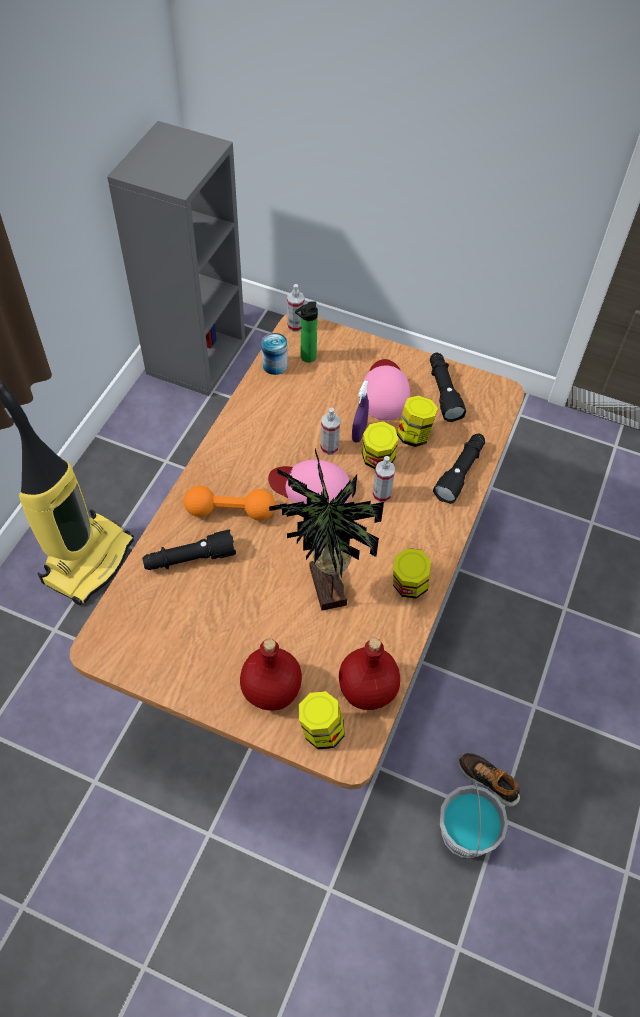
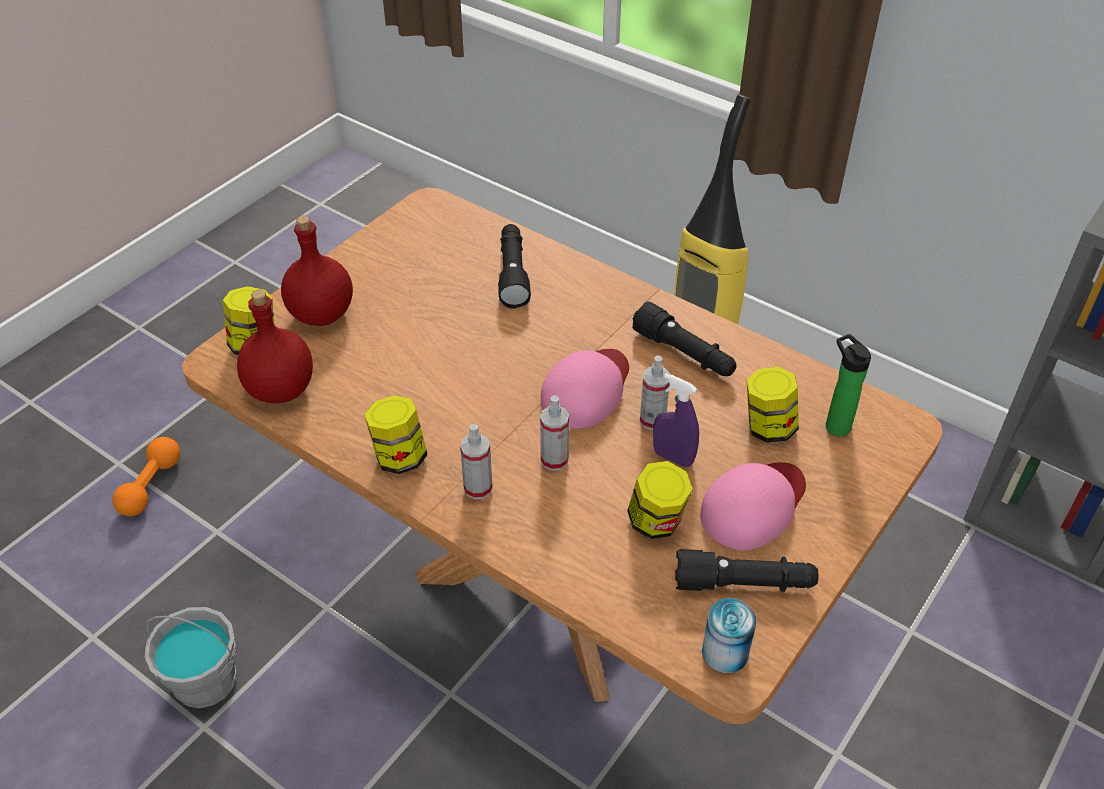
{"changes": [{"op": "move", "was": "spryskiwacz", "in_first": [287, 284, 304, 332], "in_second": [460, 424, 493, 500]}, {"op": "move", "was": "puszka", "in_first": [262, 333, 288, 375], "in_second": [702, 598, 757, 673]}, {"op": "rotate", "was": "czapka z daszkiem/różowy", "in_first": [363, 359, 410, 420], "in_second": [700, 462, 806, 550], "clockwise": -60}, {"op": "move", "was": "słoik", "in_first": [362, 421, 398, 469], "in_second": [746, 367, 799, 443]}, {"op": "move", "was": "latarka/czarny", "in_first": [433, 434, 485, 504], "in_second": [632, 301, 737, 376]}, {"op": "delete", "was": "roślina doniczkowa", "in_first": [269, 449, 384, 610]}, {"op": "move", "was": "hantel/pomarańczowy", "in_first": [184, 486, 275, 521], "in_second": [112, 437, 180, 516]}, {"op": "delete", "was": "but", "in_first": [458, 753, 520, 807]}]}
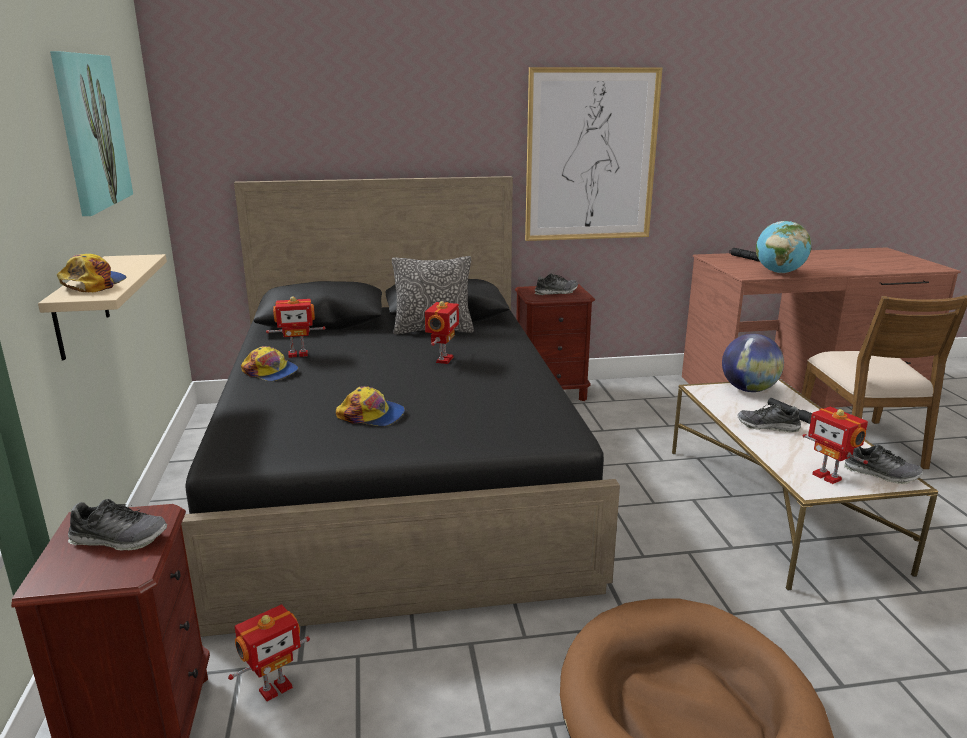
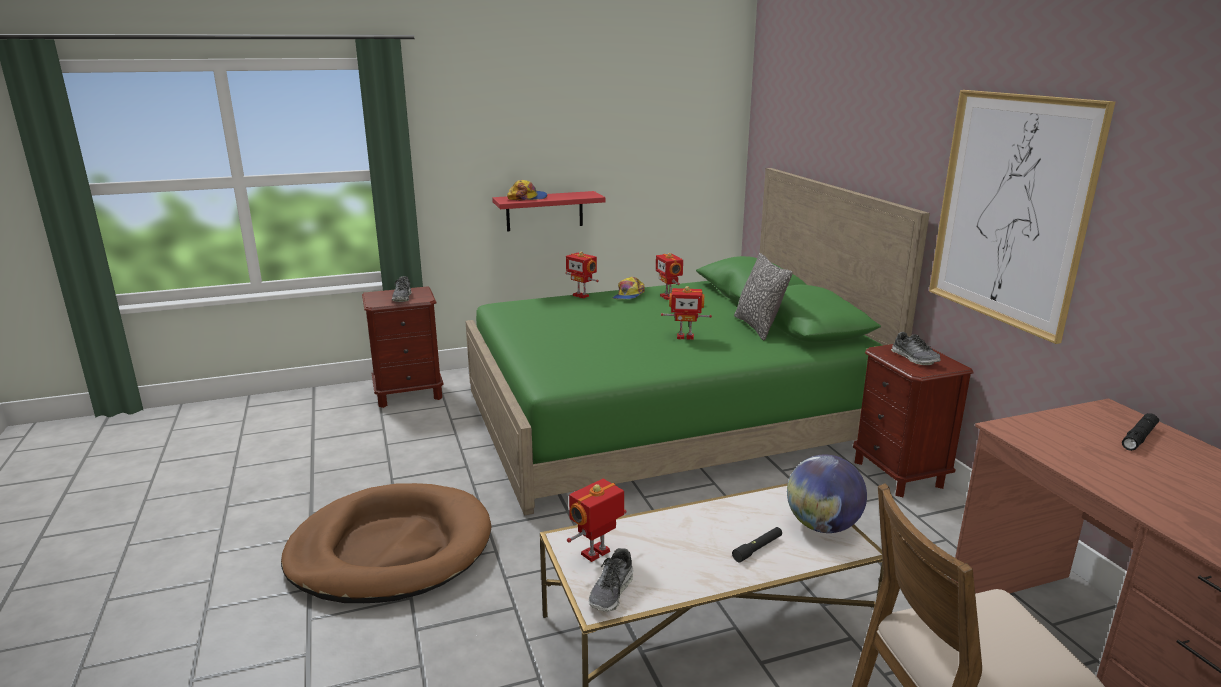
{"changes": [{"op": "delete", "was": "obraz", "in_first": [50, 51, 133, 216]}, {"op": "recolor", "was": "łóżko/czarny", "now": "łóżko/zielony", "in_first": [181, 176, 620, 637], "in_second": [465, 168, 930, 515]}, {"op": "delete", "was": "globus", "in_first": [756, 221, 812, 273]}, {"op": "recolor", "was": "półka/beżowy", "now": "półka/czerwony", "in_first": [38, 254, 167, 360], "in_second": [492, 191, 606, 232]}, {"op": "delete", "was": "czapka z daszkiem", "in_first": [336, 386, 405, 426]}, {"op": "delete", "was": "but", "in_first": [738, 404, 801, 432]}, {"op": "move", "was": "robot zabawkowy", "in_first": [228, 604, 310, 701], "in_second": [565, 251, 599, 298]}]}
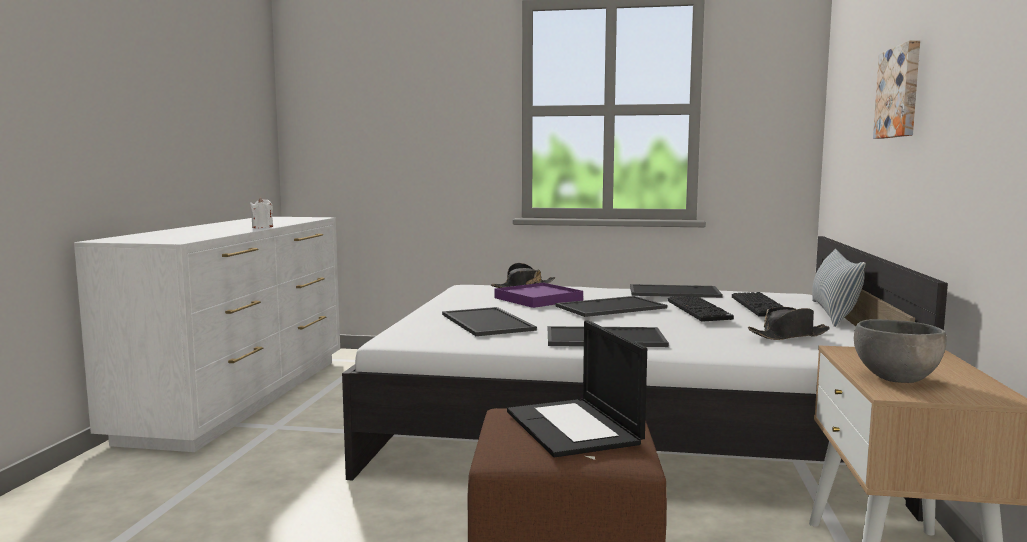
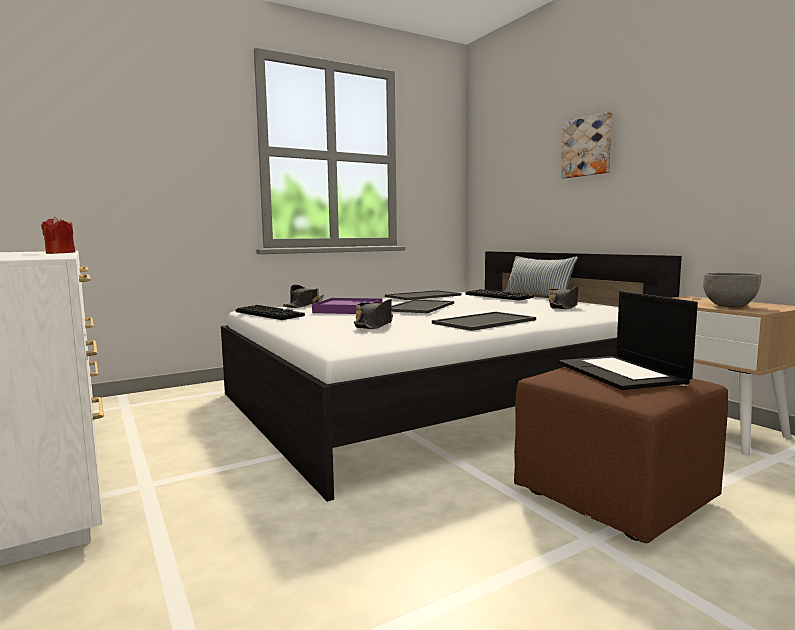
{"changes": [{"op": "recolor", "was": "świeca/biały", "now": "świeca/czerwony", "in_first": [250, 198, 273, 228], "in_second": [41, 216, 75, 254]}, {"op": "move", "was": "klawiatura", "in_first": [668, 295, 734, 322], "in_second": [236, 305, 305, 320]}, {"op": "replace", "was": "taca", "now": "kapelusz/czarny", "in_first": [442, 307, 537, 336], "in_second": [354, 299, 393, 329]}, {"op": "rotate", "was": "laptop", "in_first": [507, 320, 647, 457], "in_second": [558, 291, 698, 390], "clockwise": 45}]}
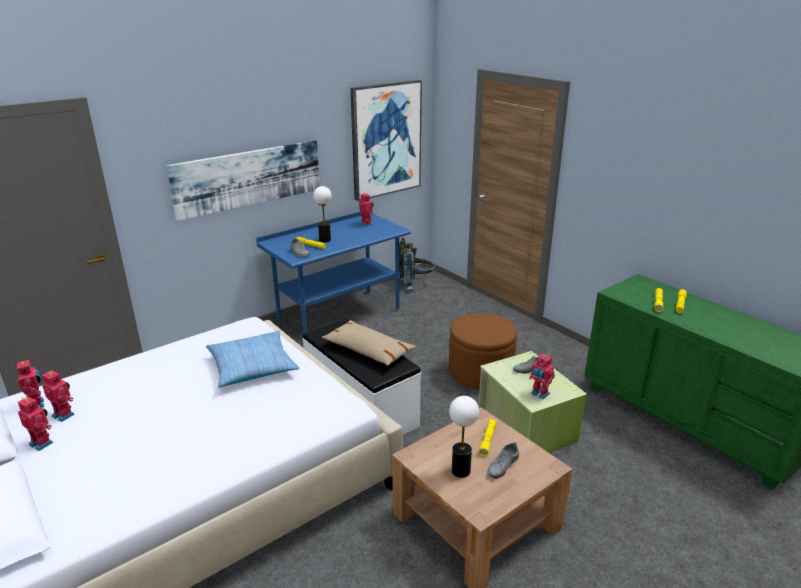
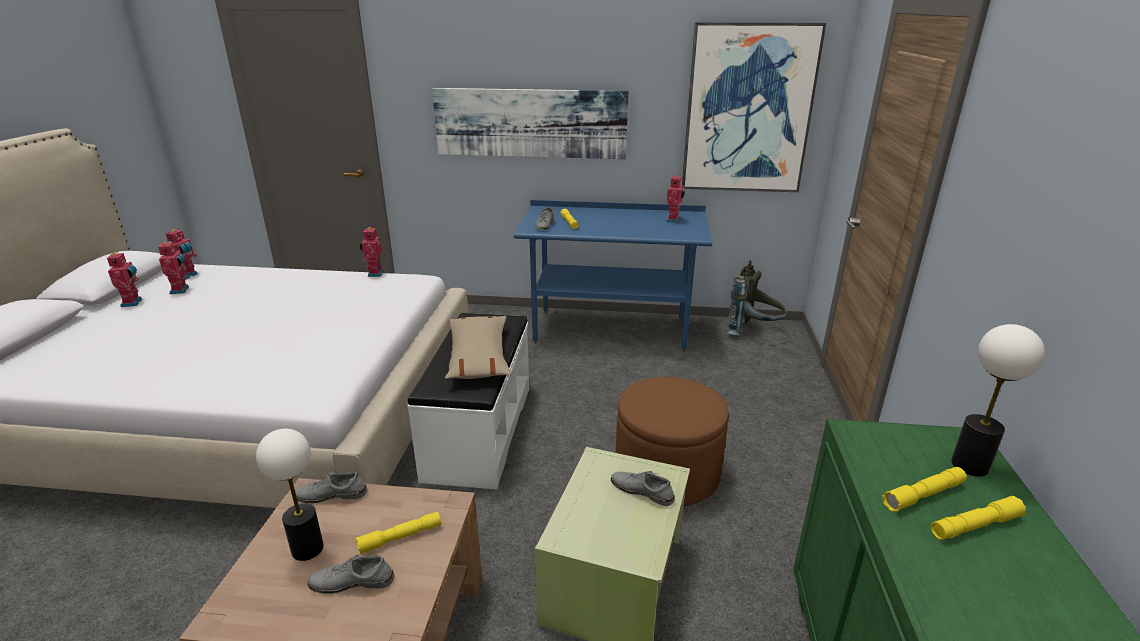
{"changes": [{"op": "move", "was": "lampa stołowa", "in_first": [313, 186, 332, 242], "in_second": [951, 324, 1045, 477]}, {"op": "delete", "was": "poduszka", "in_first": [206, 331, 300, 388]}, {"op": "move", "was": "robot zabawkowy", "in_first": [529, 354, 555, 399], "in_second": [360, 226, 384, 277]}, {"op": "insert", "now": "but/szary", "in_second": [295, 471, 367, 504]}]}
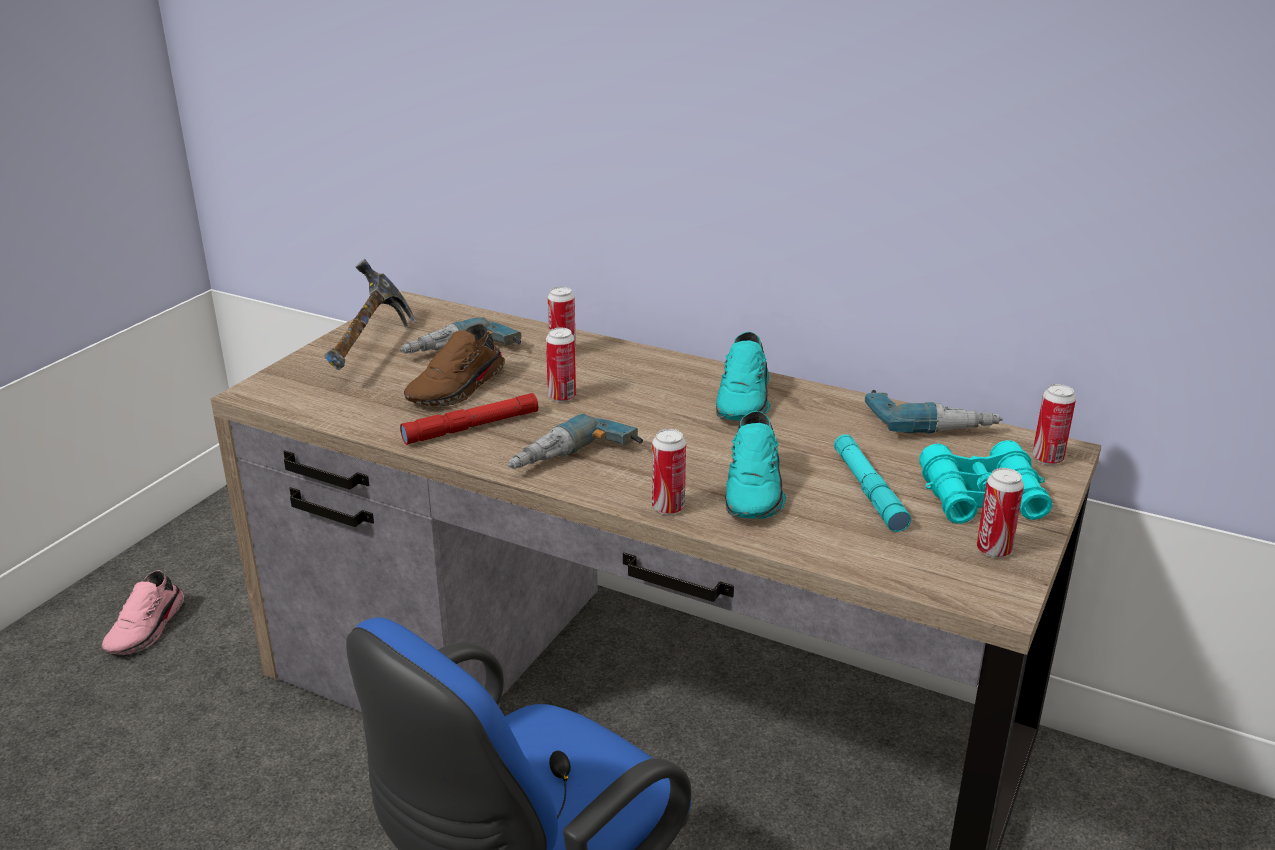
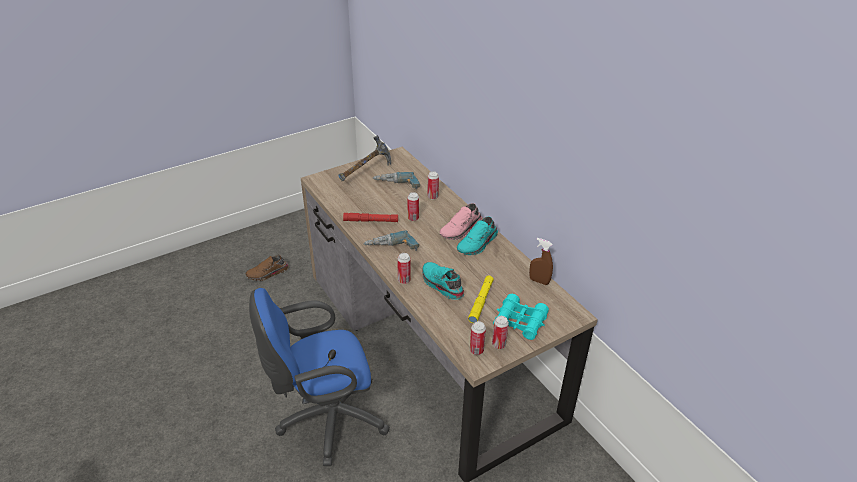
{"changes": [{"op": "move", "was": "but/brązowy", "in_first": [404, 324, 505, 406], "in_second": [245, 255, 289, 281]}, {"op": "move", "was": "puszka", "in_first": [1032, 384, 1076, 465], "in_second": [470, 321, 486, 355]}, {"op": "replace", "was": "wiertarka", "now": "spryskiwacz/brązowy", "in_first": [865, 390, 1003, 433], "in_second": [529, 238, 553, 285]}, {"op": "rotate", "was": "but/turkusowy", "in_first": [725, 411, 786, 519], "in_second": [422, 262, 464, 300], "clockwise": 105}, {"op": "recolor", "was": "latarka/turkusowy", "now": "latarka/żółty", "in_first": [834, 434, 911, 532], "in_second": [468, 275, 494, 323]}, {"op": "move", "was": "but/różowy", "in_first": [102, 570, 184, 654], "in_second": [440, 203, 482, 240]}]}
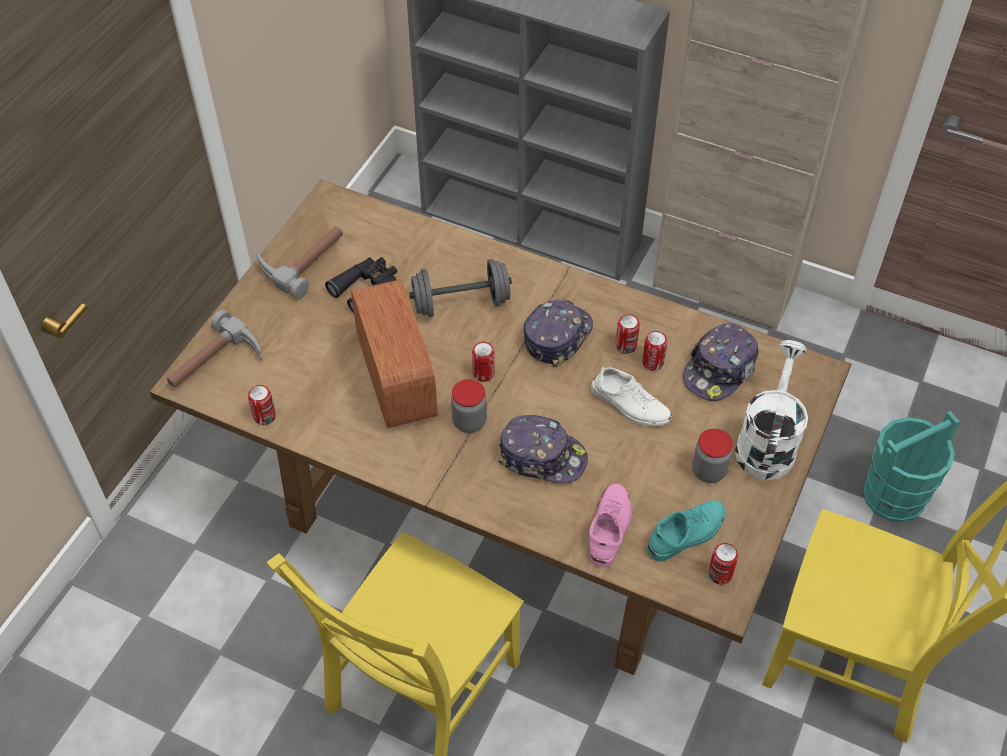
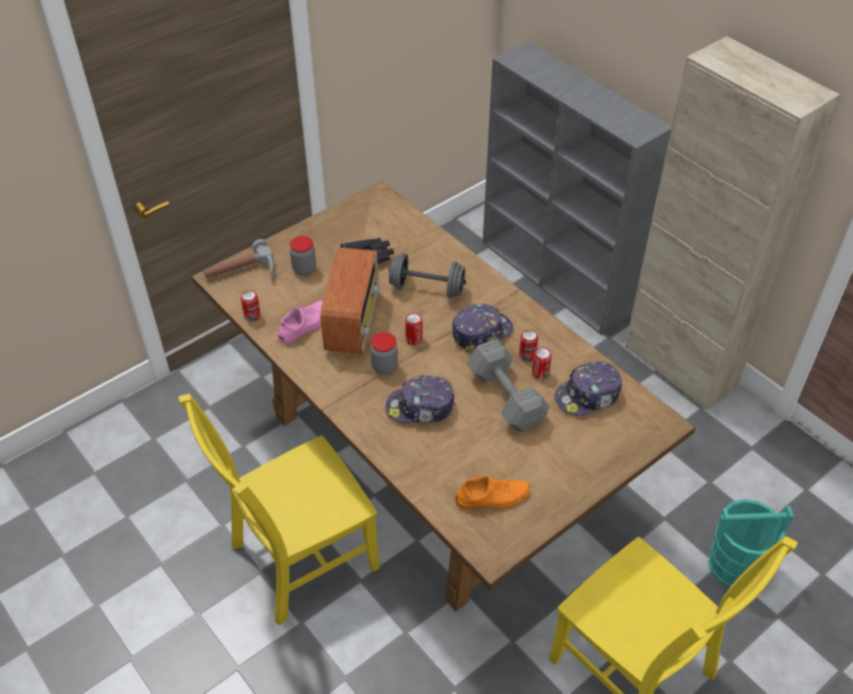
{"changes": [{"op": "delete", "was": "młotek", "in_first": [256, 226, 343, 299]}, {"op": "delete", "was": "konewka/biały", "in_first": [735, 340, 808, 480]}, {"op": "replace", "was": "but/biały", "now": "hantel/szary", "in_first": [591, 366, 672, 426], "in_second": [467, 339, 549, 432]}, {"op": "rotate", "was": "czapka z daszkiem", "in_first": [498, 415, 588, 484], "in_second": [386, 375, 455, 423], "clockwise": 135}, {"op": "move", "was": "słoik", "in_first": [692, 429, 733, 483], "in_second": [290, 236, 316, 275]}, {"op": "move", "was": "but/różowy", "in_first": [589, 483, 632, 567], "in_second": [279, 300, 323, 344]}, {"op": "recolor", "was": "but/turkusowy", "now": "but/pomarańczowy", "in_first": [647, 500, 725, 561], "in_second": [455, 476, 530, 509]}, {"op": "delete", "was": "puszka", "in_first": [708, 543, 738, 584]}]}
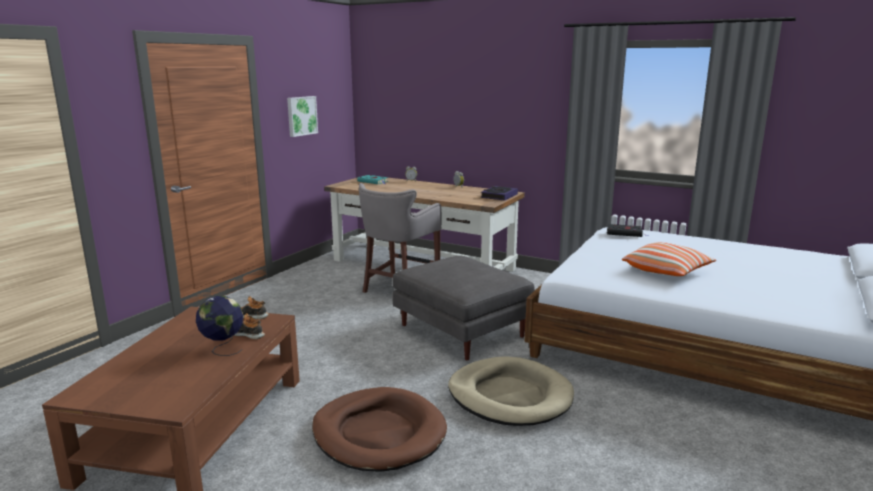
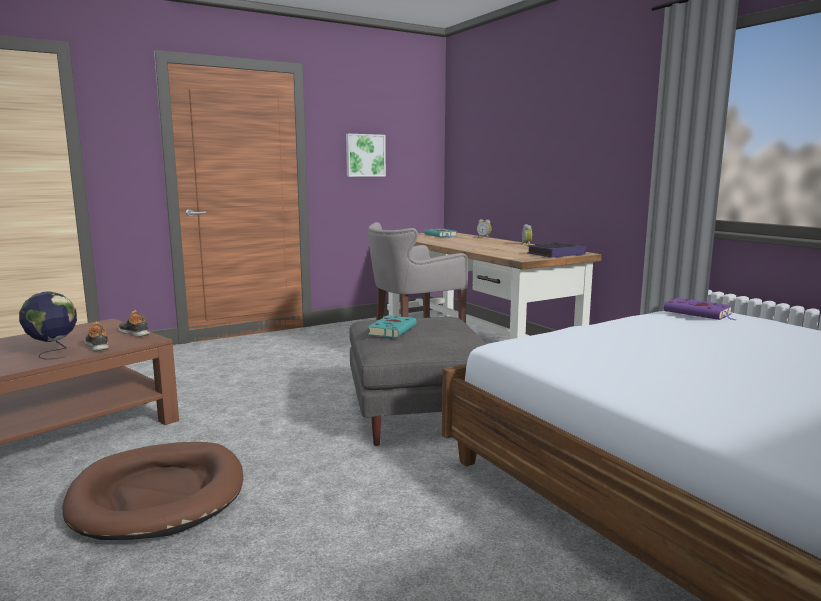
{"changes": [{"op": "recolor", "was": "książka/czarny", "now": "książka/fioletowy", "in_first": [607, 224, 648, 237], "in_second": [664, 298, 736, 320]}, {"op": "delete", "was": "poduszka", "in_first": [622, 242, 716, 276]}, {"op": "delete", "was": "legowisko/beżowy", "in_first": [448, 356, 574, 426]}, {"op": "insert", "now": "książka/turkusowy", "in_second": [368, 315, 417, 338]}]}
